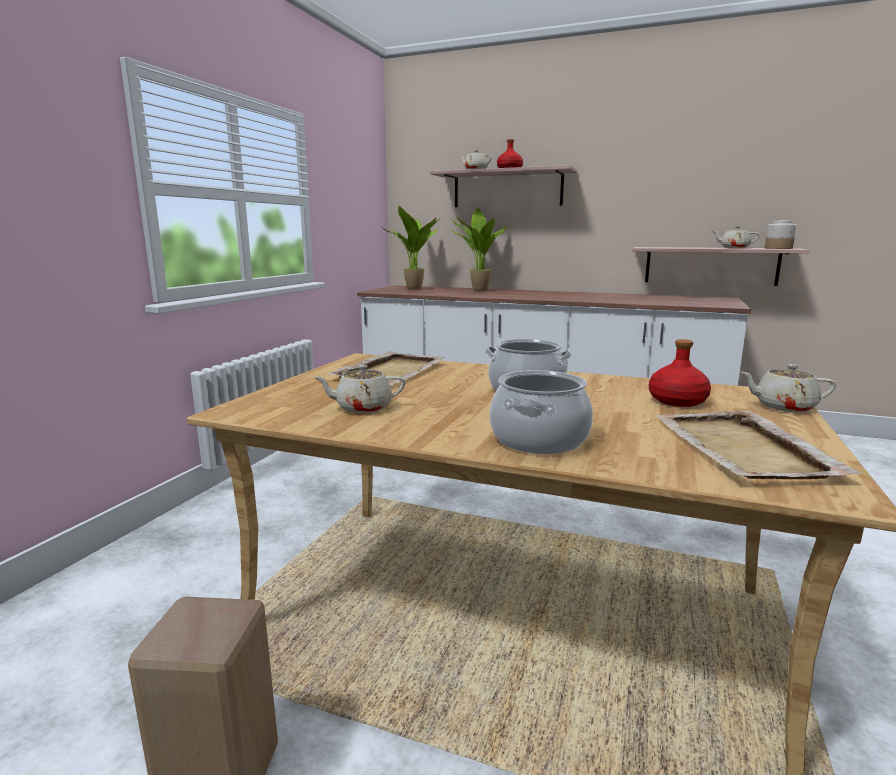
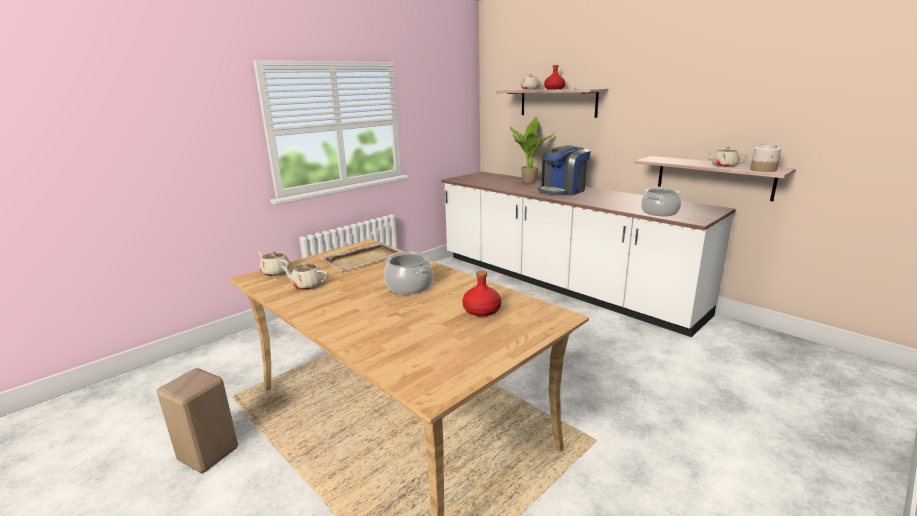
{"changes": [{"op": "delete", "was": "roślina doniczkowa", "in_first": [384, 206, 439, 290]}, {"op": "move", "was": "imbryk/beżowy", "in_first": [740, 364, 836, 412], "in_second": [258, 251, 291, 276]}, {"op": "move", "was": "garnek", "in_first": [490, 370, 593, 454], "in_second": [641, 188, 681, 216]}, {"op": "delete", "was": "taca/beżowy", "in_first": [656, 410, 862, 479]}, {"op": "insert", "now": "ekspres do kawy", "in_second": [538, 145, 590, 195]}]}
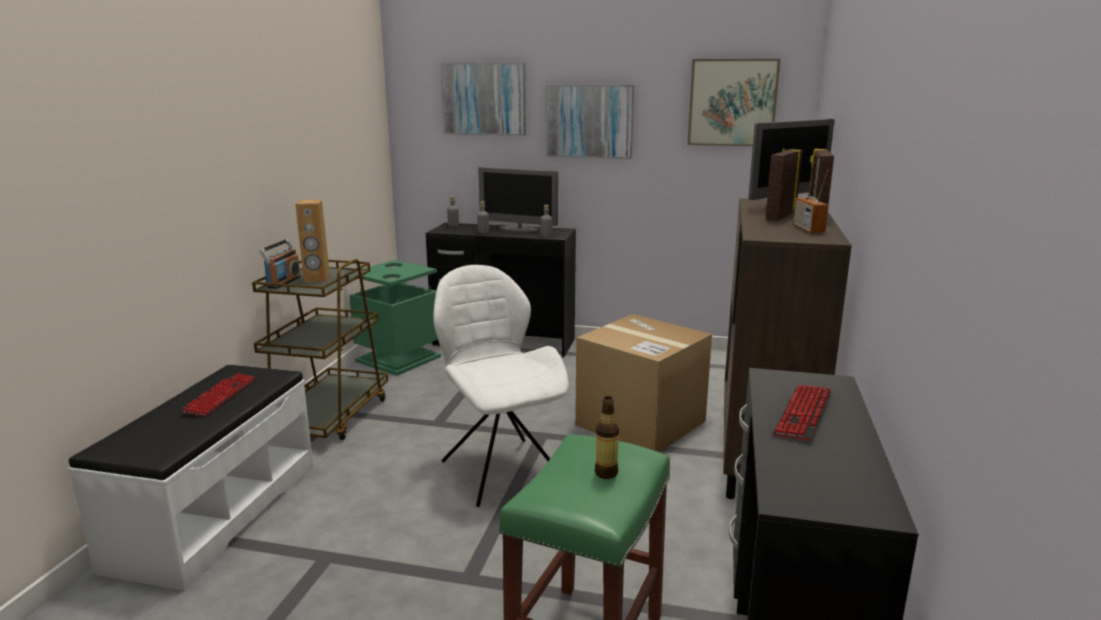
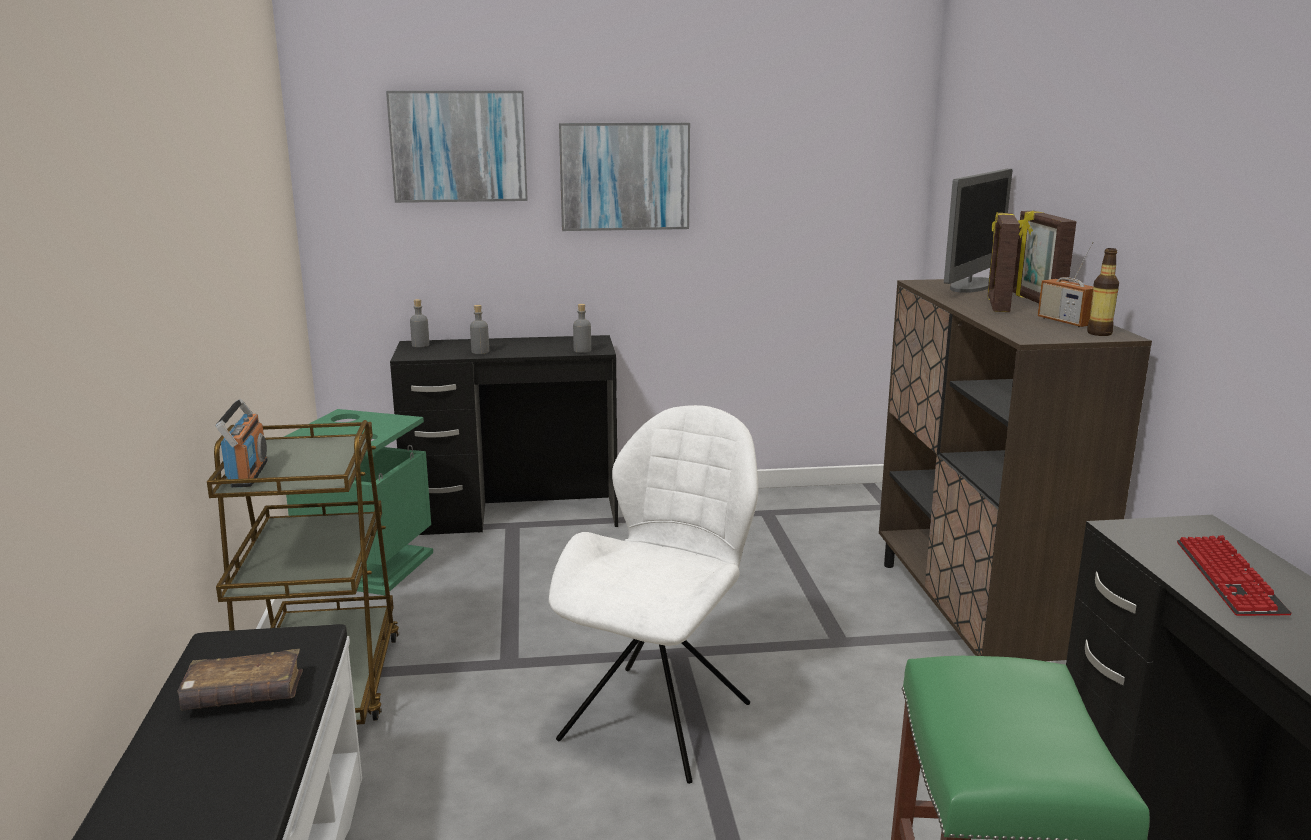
{"changes": [{"op": "delete", "was": "obraz", "in_first": [687, 59, 780, 146]}, {"op": "delete", "was": "monitor", "in_first": [478, 167, 558, 233]}, {"op": "delete", "was": "głośnik/brązowy", "in_first": [295, 200, 330, 282]}, {"op": "rotate", "was": "krzesło/biały", "in_first": [433, 265, 569, 507], "in_second": [549, 405, 758, 784], "clockwise": 75}, {"op": "delete", "was": "karton", "in_first": [575, 314, 712, 452]}, {"op": "replace", "was": "klawiatura", "now": "książka/brązowy", "in_first": [180, 373, 257, 417], "in_second": [178, 649, 303, 711]}, {"op": "move", "was": "butelka", "in_first": [595, 396, 619, 479], "in_second": [1087, 248, 1119, 336]}]}
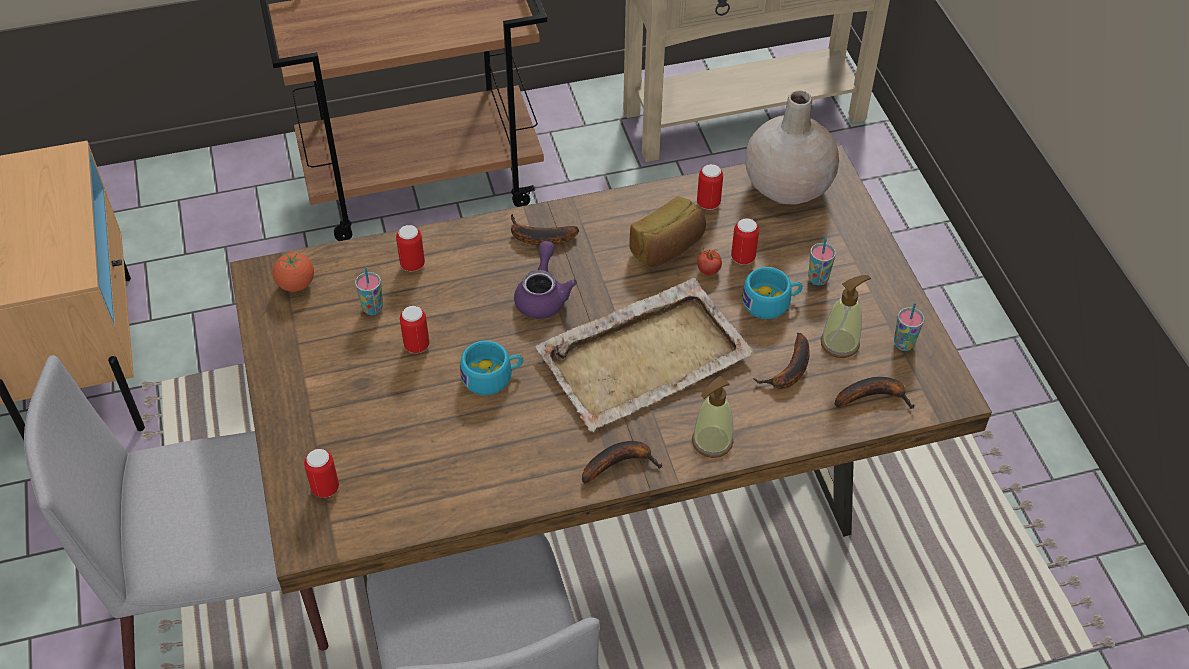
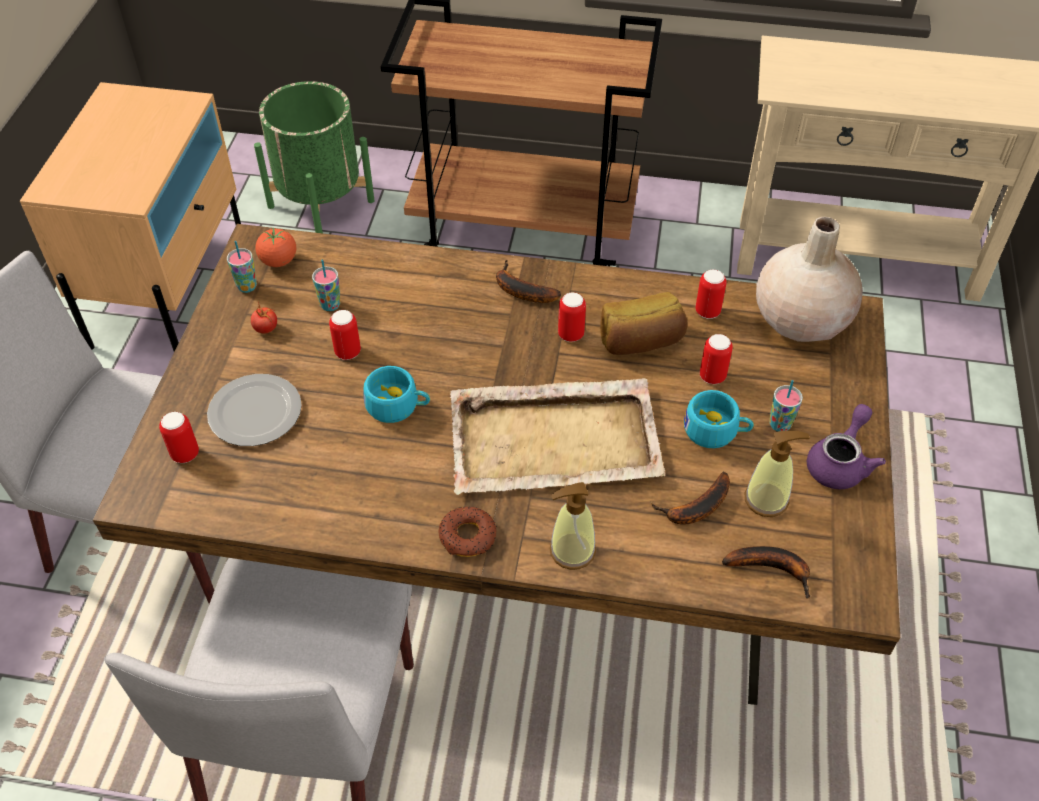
{"changes": [{"op": "move", "was": "puszka", "in_first": [396, 225, 425, 271], "in_second": [558, 292, 586, 342]}, {"op": "move", "was": "imbryk/fioletowy", "in_first": [514, 241, 577, 319], "in_second": [807, 404, 886, 489]}, {"op": "move", "was": "pomidor", "in_first": [697, 248, 722, 275], "in_second": [251, 302, 277, 334]}, {"op": "move", "was": "filiżanka", "in_first": [894, 303, 924, 351], "in_second": [227, 241, 257, 293]}, {"op": "replace", "was": "banan", "now": "donut", "in_first": [582, 441, 662, 484], "in_second": [438, 507, 497, 557]}, {"op": "insert", "now": "donica/zielony", "in_second": [254, 81, 374, 233]}, {"op": "insert", "now": "talerz", "in_second": [207, 374, 302, 446]}]}
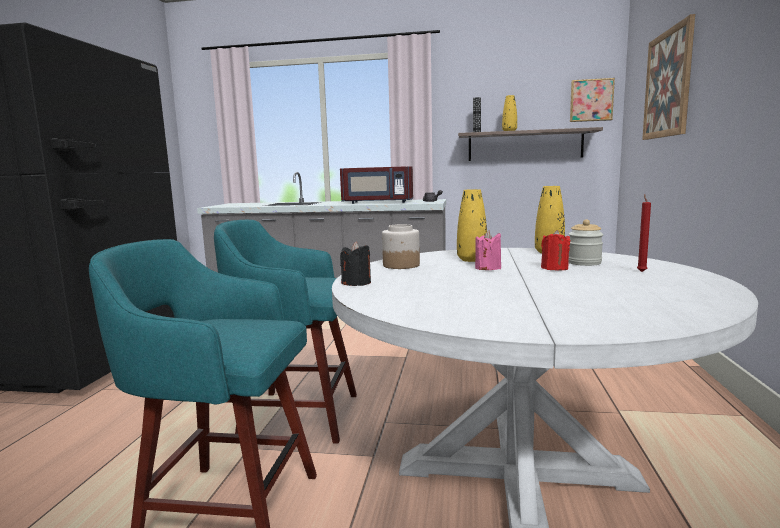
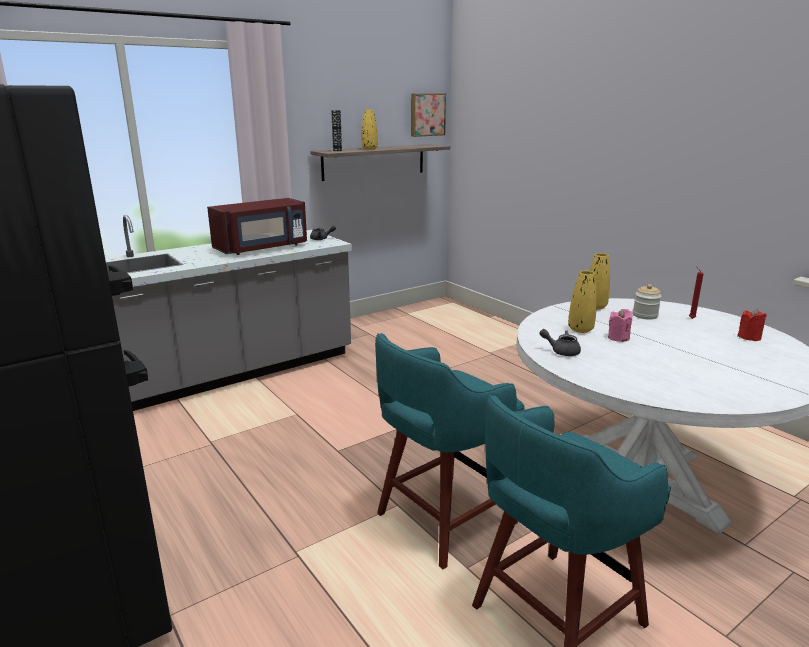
{"changes": [{"op": "delete", "was": "obraz", "in_first": [642, 14, 695, 140]}, {"op": "replace", "was": "słoik", "now": "imbryk/szary", "in_first": [382, 224, 420, 269], "in_second": [540, 329, 581, 356]}, {"op": "move", "was": "świeca/czerwony", "in_first": [541, 230, 571, 271], "in_second": [737, 309, 767, 341]}, {"op": "delete", "was": "świeca/czarny", "in_first": [340, 242, 371, 286]}]}
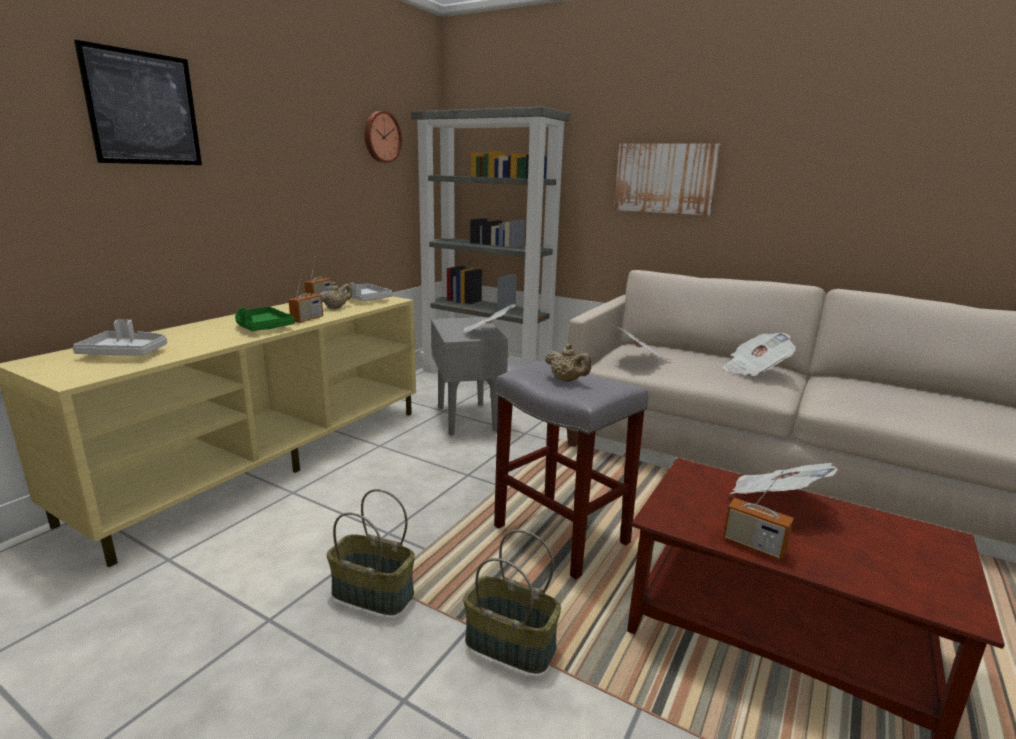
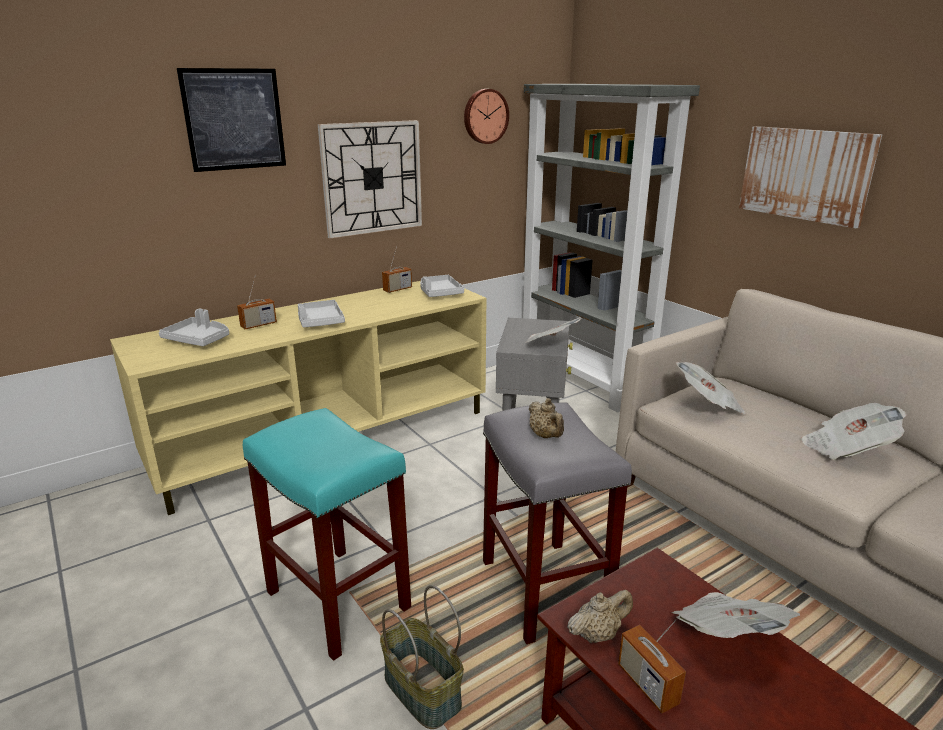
{"changes": [{"op": "move", "was": "radio", "in_first": [288, 273, 323, 323], "in_second": [237, 278, 277, 329]}, {"op": "move", "was": "imbryk/beżowy", "in_first": [319, 282, 352, 309], "in_second": [567, 590, 633, 643]}, {"op": "recolor", "was": "taca/zielony", "now": "taca/szary", "in_first": [235, 307, 295, 331], "in_second": [298, 300, 345, 328]}, {"op": "replace", "was": "koszyk", "now": "stołek/turkusowy", "in_first": [326, 489, 415, 615], "in_second": [243, 408, 411, 661]}, {"op": "insert", "now": "zegar ścienny", "in_second": [318, 120, 422, 238]}]}
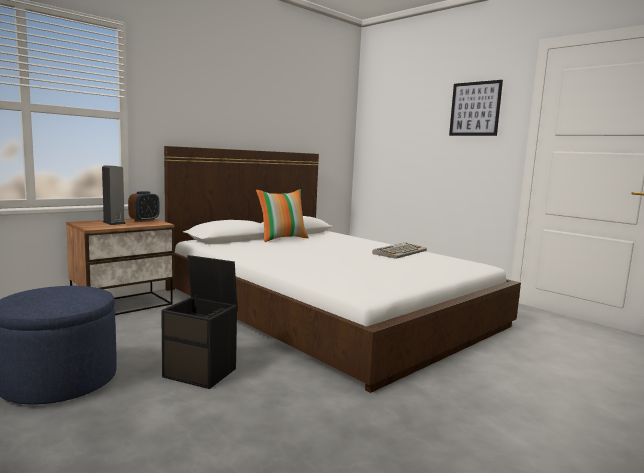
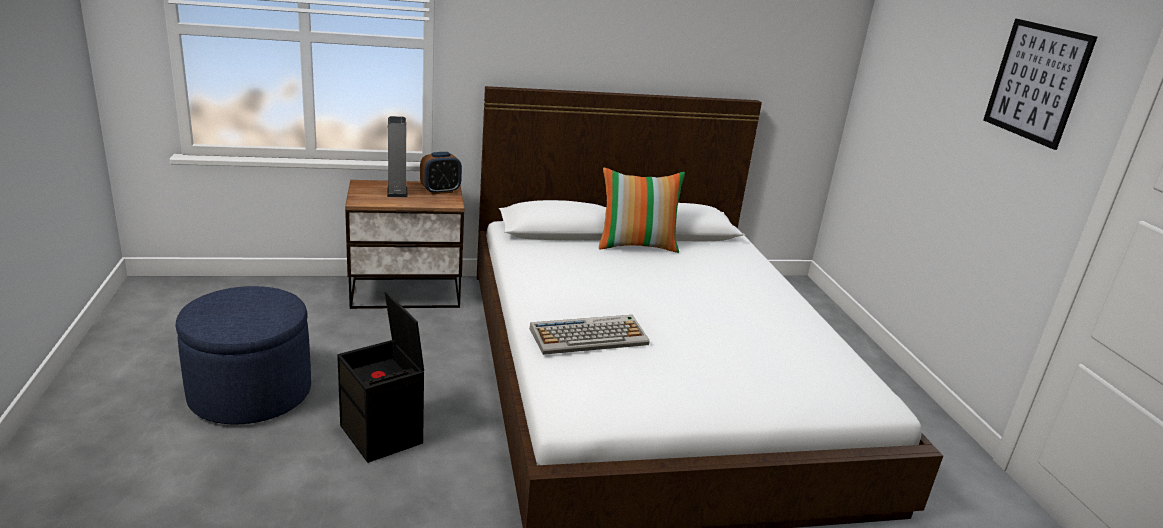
{"changes": [{"op": "move", "was": "klawiatura", "in_first": [372, 243, 427, 259], "in_second": [530, 315, 650, 355]}]}
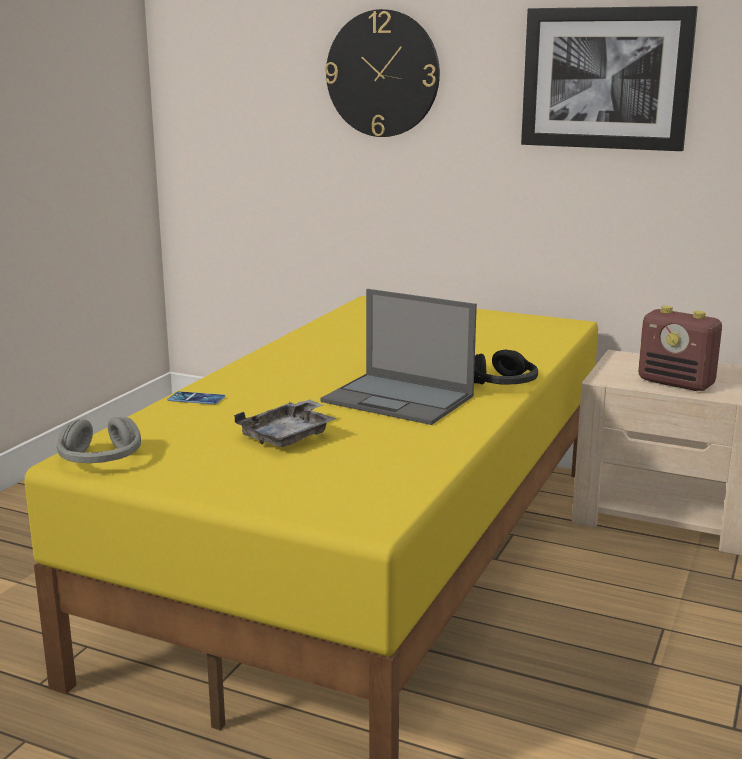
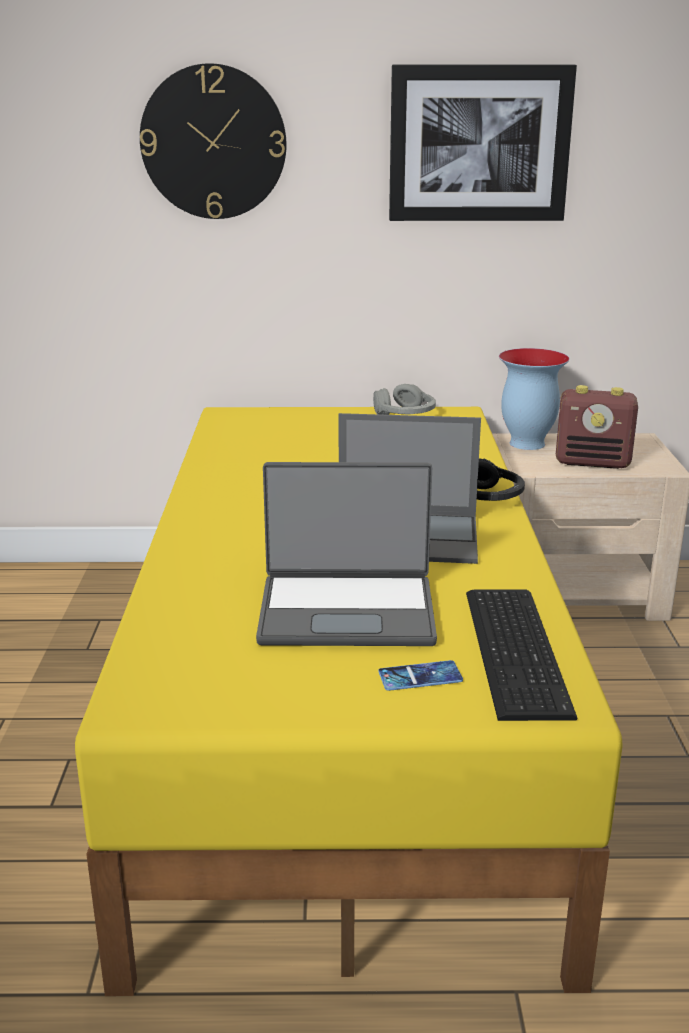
{"changes": [{"op": "move", "was": "telefon", "in_first": [167, 391, 225, 404], "in_second": [378, 660, 463, 691]}, {"op": "replace", "was": "taca/szary", "now": "laptop", "in_first": [234, 399, 337, 447], "in_second": [256, 462, 437, 646]}, {"op": "move", "was": "słuchawki/szary", "in_first": [57, 417, 141, 463], "in_second": [373, 384, 436, 415]}, {"op": "insert", "now": "wazon", "in_second": [499, 348, 569, 450]}, {"op": "insert", "now": "klawiatura", "in_second": [466, 589, 577, 721]}]}
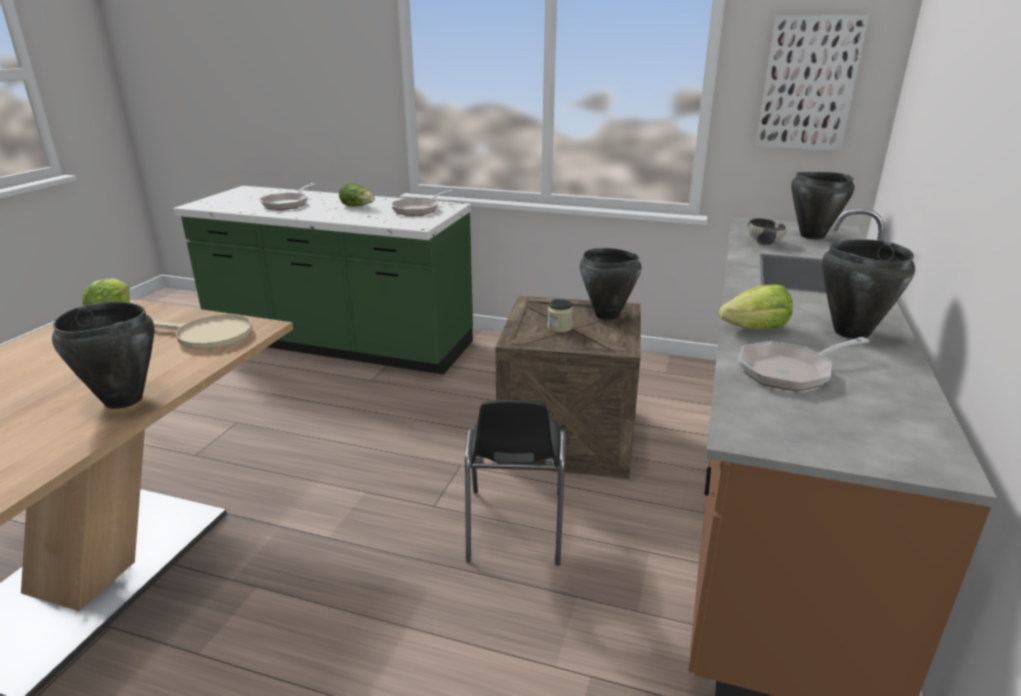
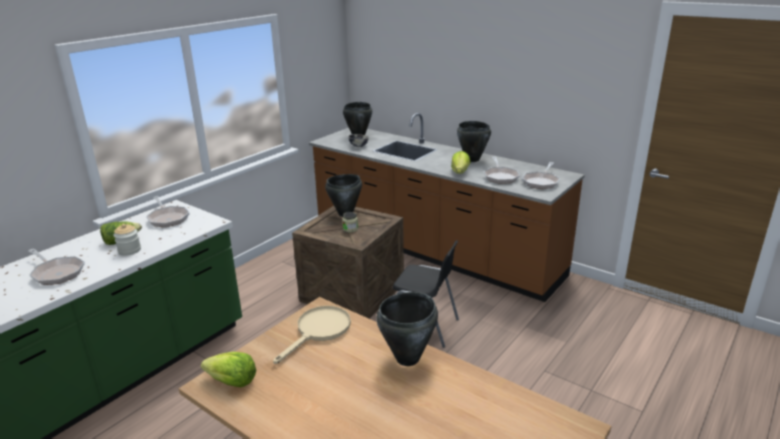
{"changes": [{"op": "delete", "was": "obraz", "in_first": [756, 15, 869, 151]}, {"op": "insert", "now": "patelnia", "in_second": [522, 162, 560, 189]}, {"op": "insert", "now": "słoik", "in_second": [114, 224, 141, 256]}]}
